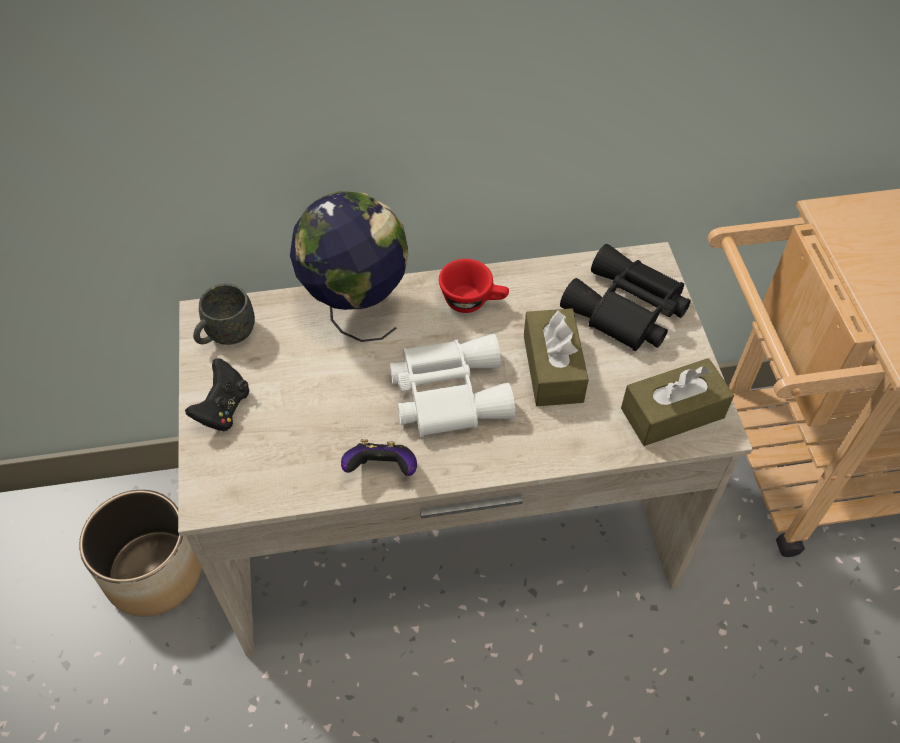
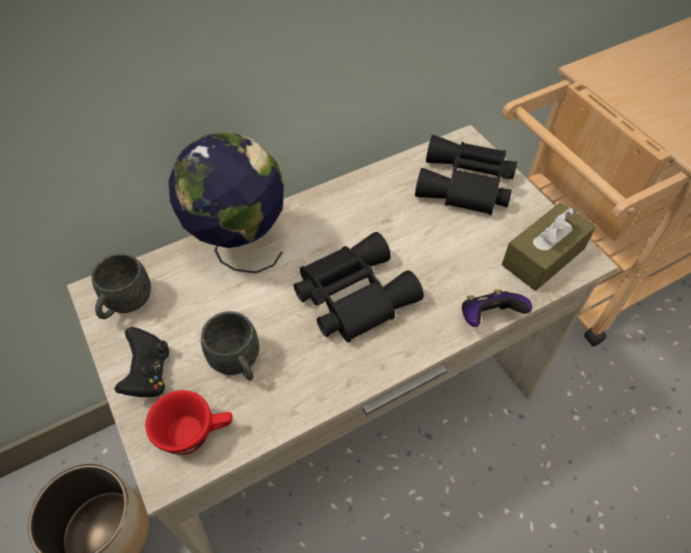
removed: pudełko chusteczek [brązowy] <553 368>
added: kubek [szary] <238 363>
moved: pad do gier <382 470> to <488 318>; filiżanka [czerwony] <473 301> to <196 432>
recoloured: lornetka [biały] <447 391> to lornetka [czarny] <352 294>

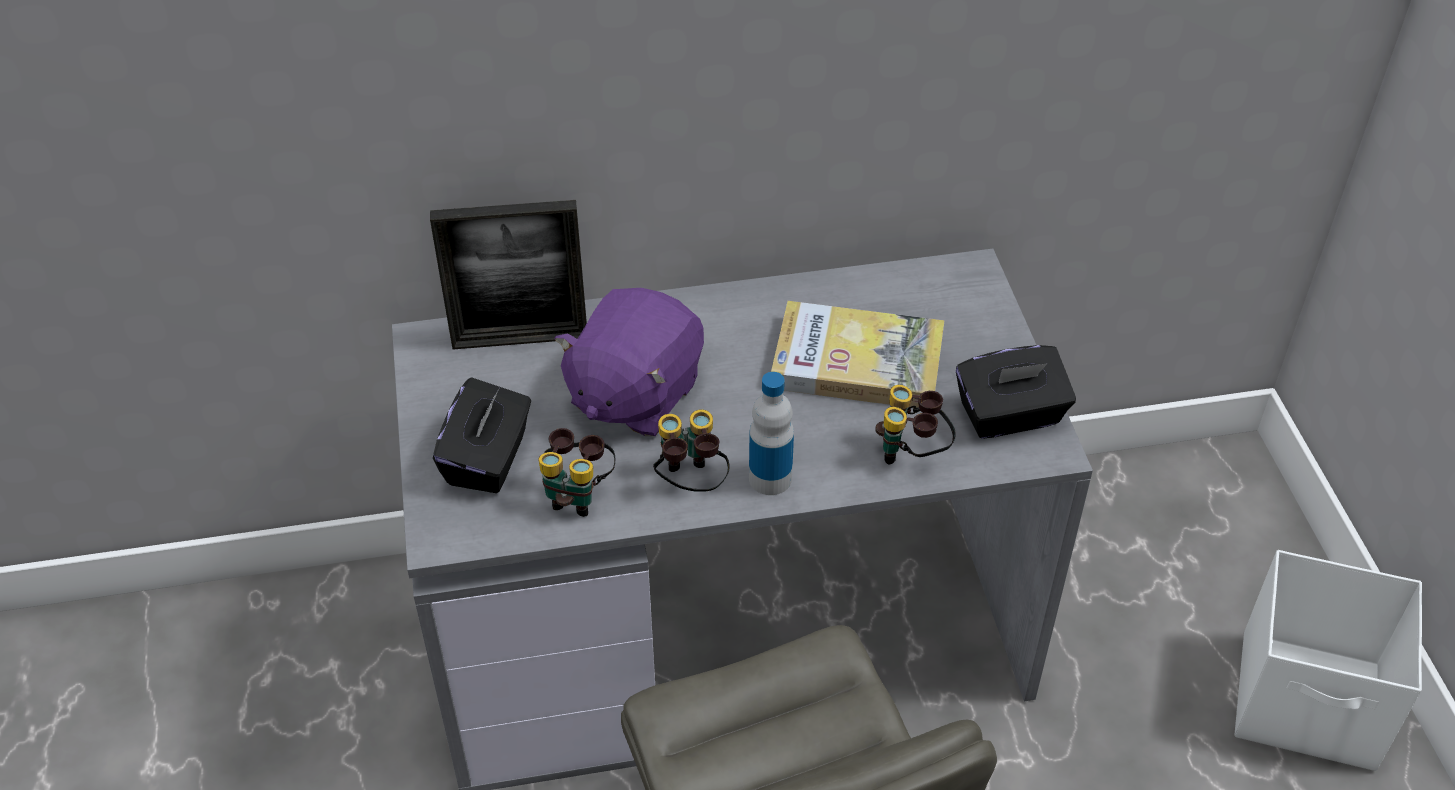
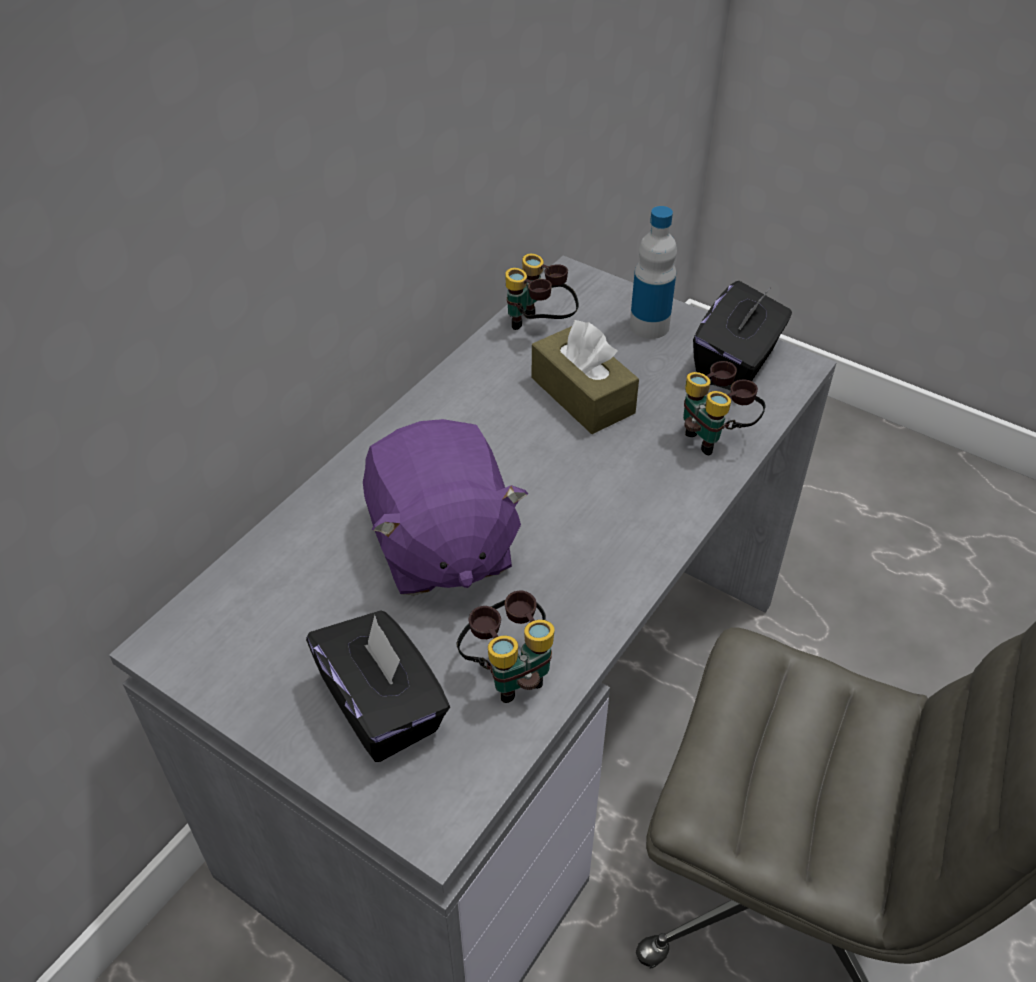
removed: ramka na zdjęcie <520 339>; pojemnik do przechowywania [biały] <1309 703>
moved: lornetka <690 483> to <539 328>; butelka <770 478> to <649 326>
replaced: książka <857 362> to pudełko chusteczek [brązowy] <582 395>

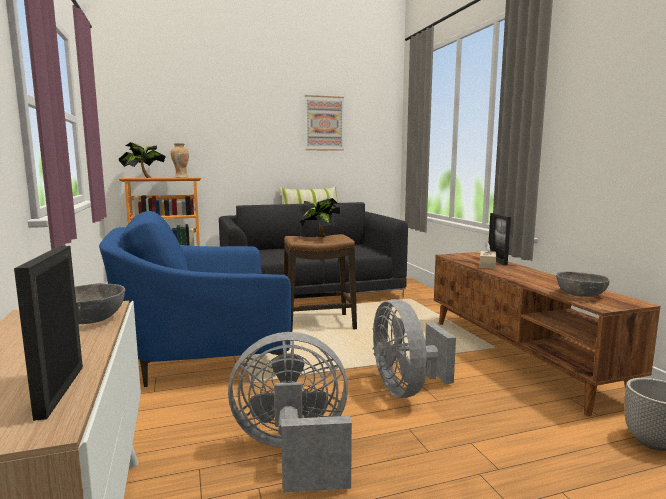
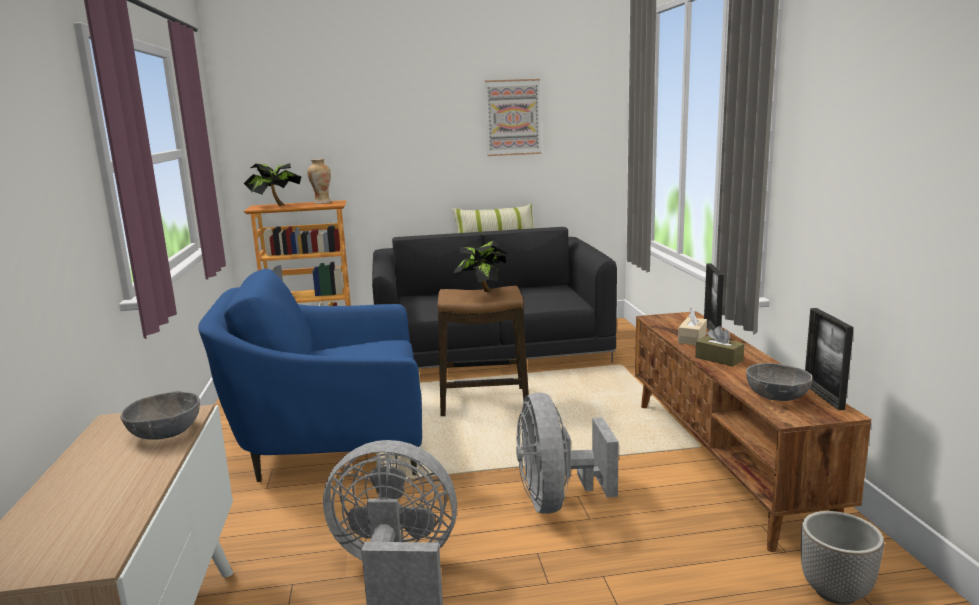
added: pudełko chusteczek [brązowy] <719 359>
moved: ramka na zdjęcie <60 391> to <823 396>

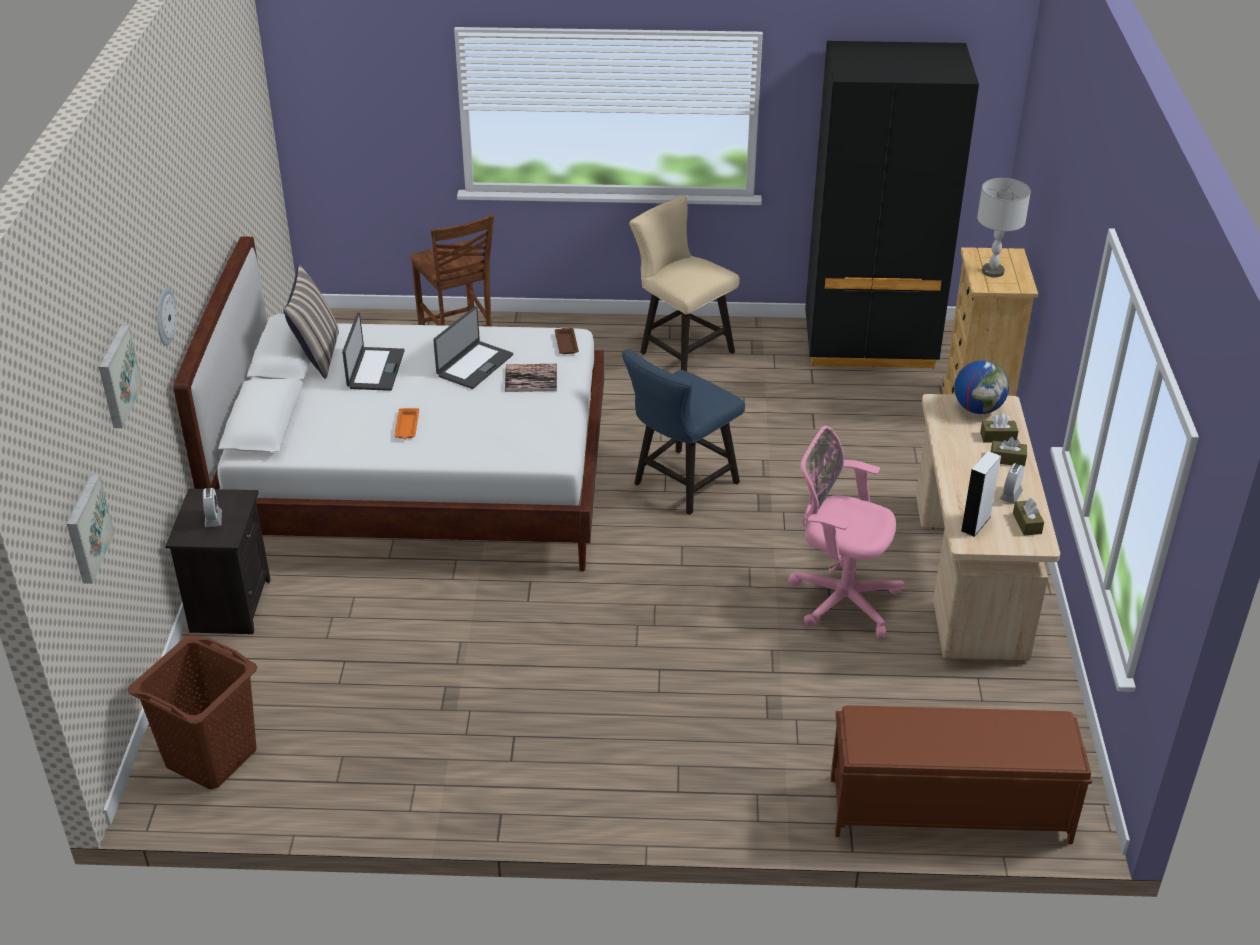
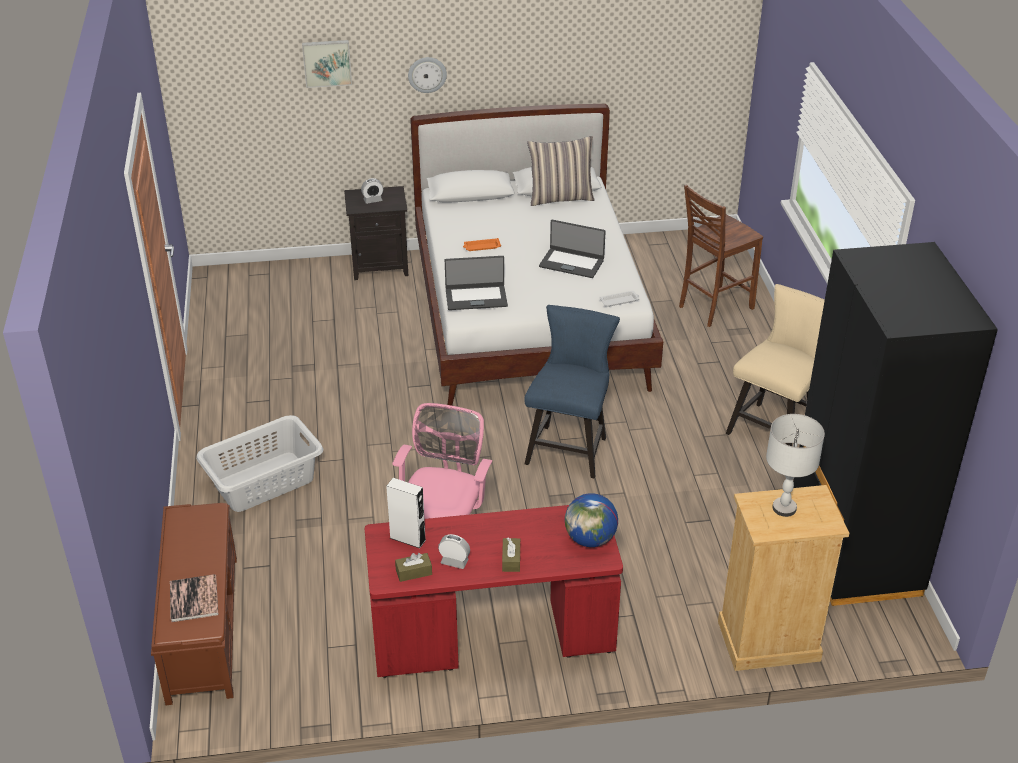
removed: obraz <86 528>; kosz na pranie [brązowy] <210 757>; pudełko chusteczek [brązowy] <998 437>
added: kosz na pranie [szary] <265 482>
moved: laptop <375 369> to <476 297>; książka <531 378> to <194 599>
recoloured: taca [brązowy] <566 343> to taca [biały] <620 301>; biurko [beżowy] <969 575> to biurko [czerwony] <492 638>
turned: krzesło [niebieski] <680 486> = <569 447> 75 degrees clockwise

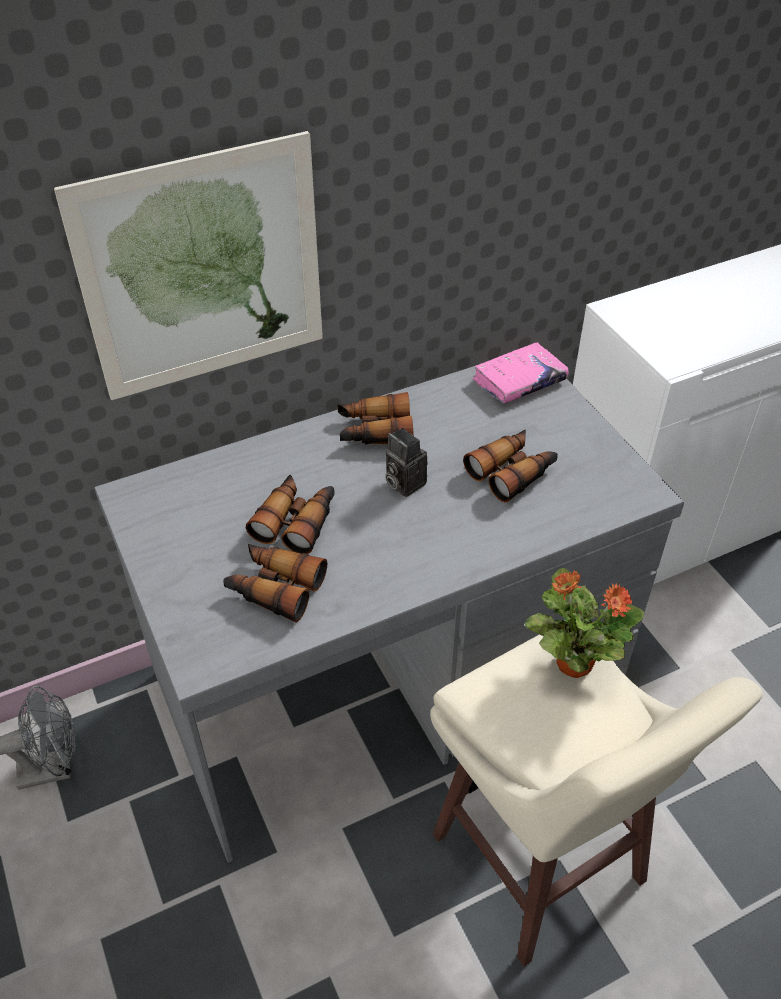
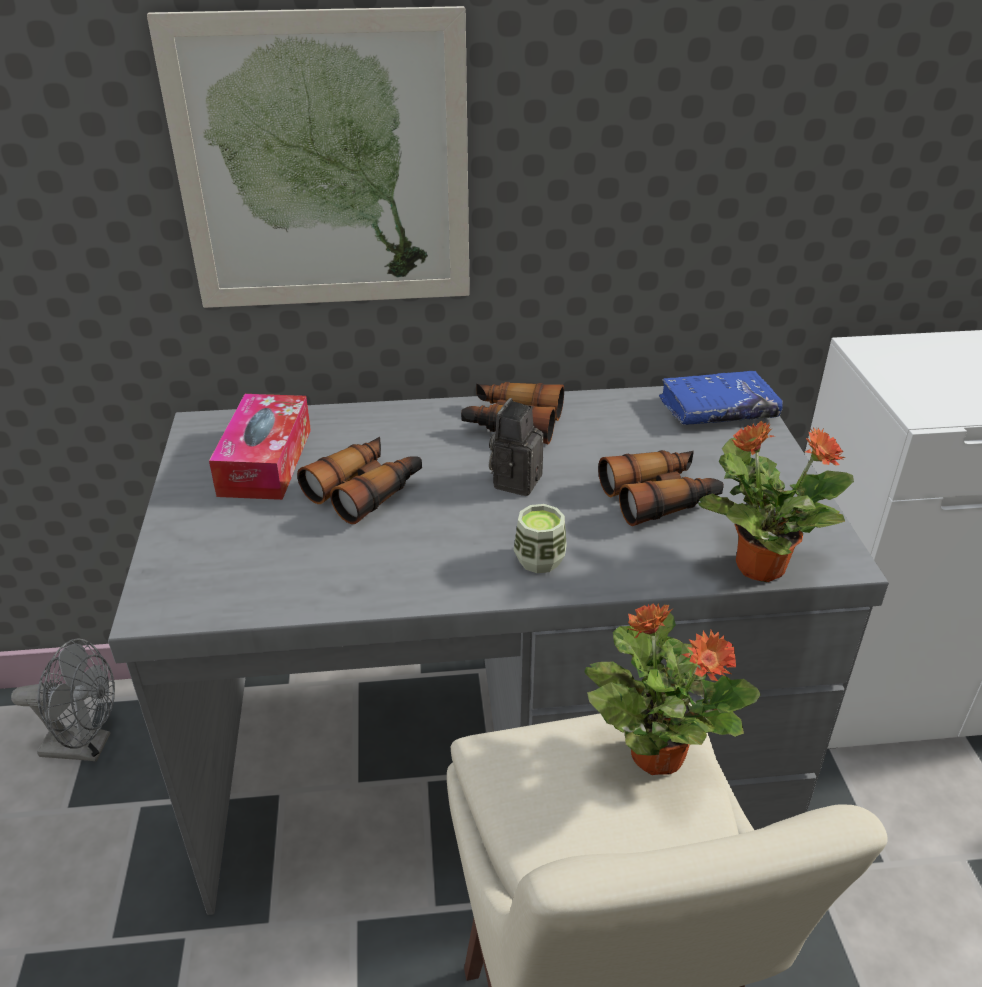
removed: lornetka <274 588>
added: pudełko chusteczek <265 462>; filiżanka <539 560>; roślina doniczkowa <758 566>
recoloured: książka [różowy] <519 381> to książka [niebieski] <717 409>
turned: aparat fotograficzny <403 483> = <515 480> 45 degrees clockwise

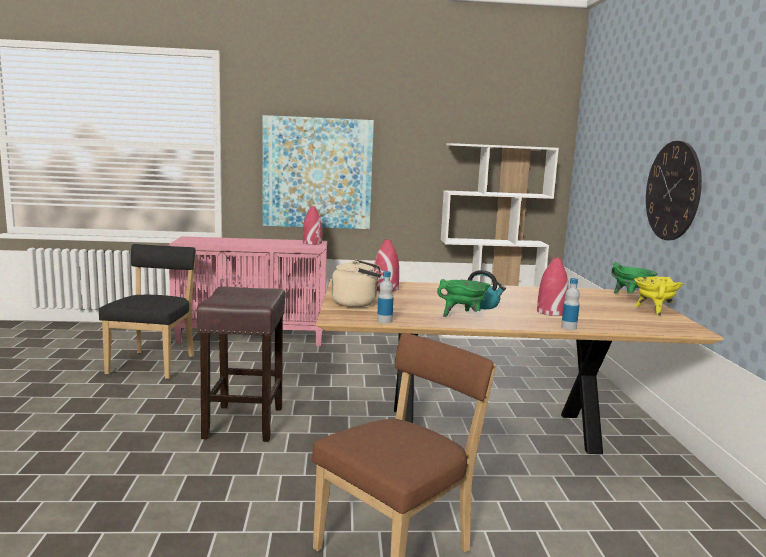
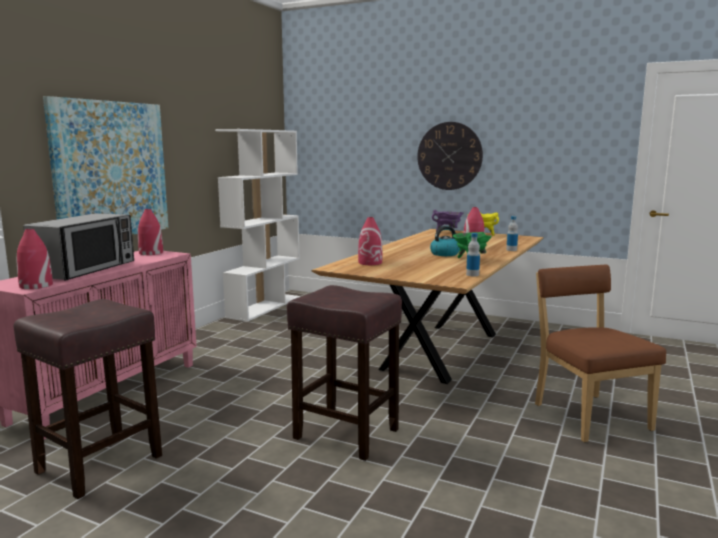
removed: czajnik [beżowy] <357 303>
added: wazon [czerwony] <36 285>; mikrofalówka <86 269>
replaced: krzesło [czarny] <154 364> to stołek [brązowy] <101 463>
recoloured: garnek [zielony] <630 297> to garnek [fioletowy] <448 232>

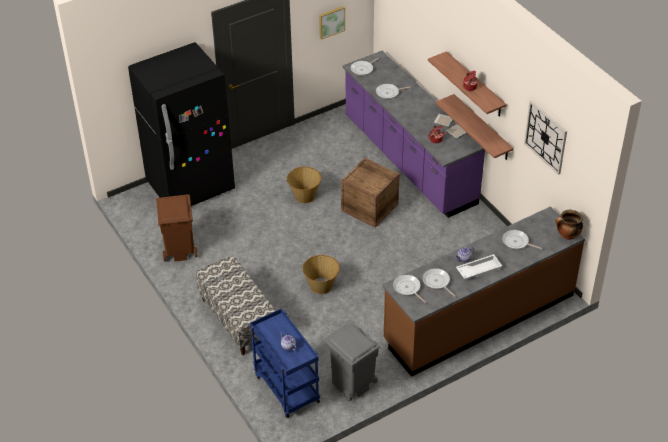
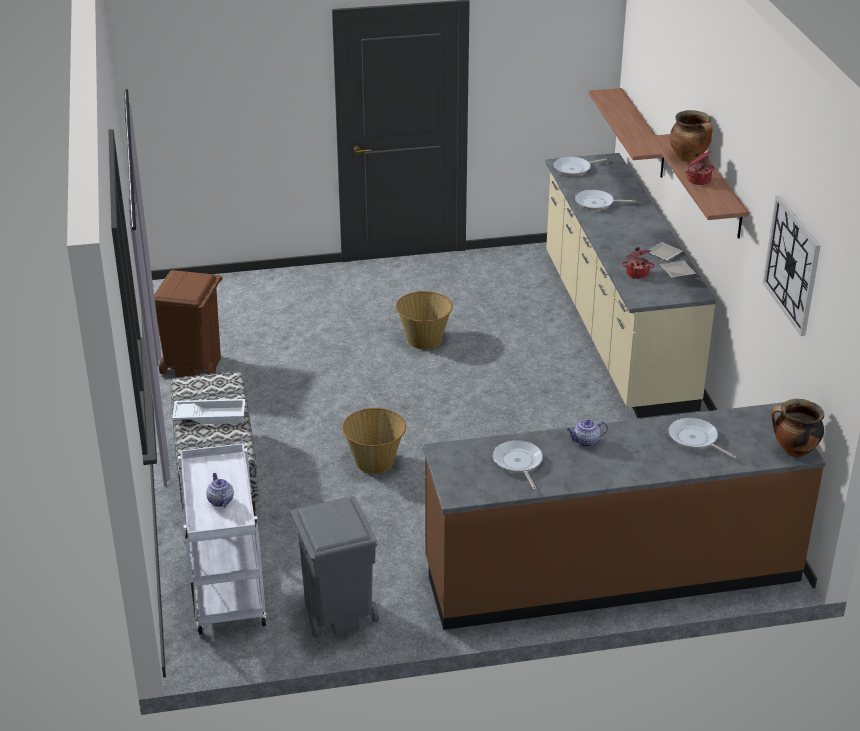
removed: lodówka [czarny] <191 187>; obraz <331 22>; skrzynka <369 207>; patelnia <407 288>
added: garnek <689 158>
moved: półka <482 128> to <643 133>; taca [biały] <478 269> to <210 415>
recoloured: wózek [niebieski] <285 388> to wózek [biały] <225 590>; zabudowa kuchenna [fioletowy] <408 161> to zabudowa kuchenna [beżowy] <615 330>

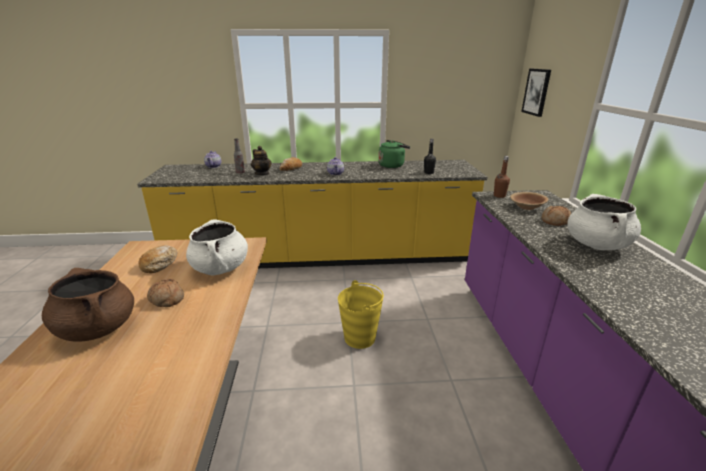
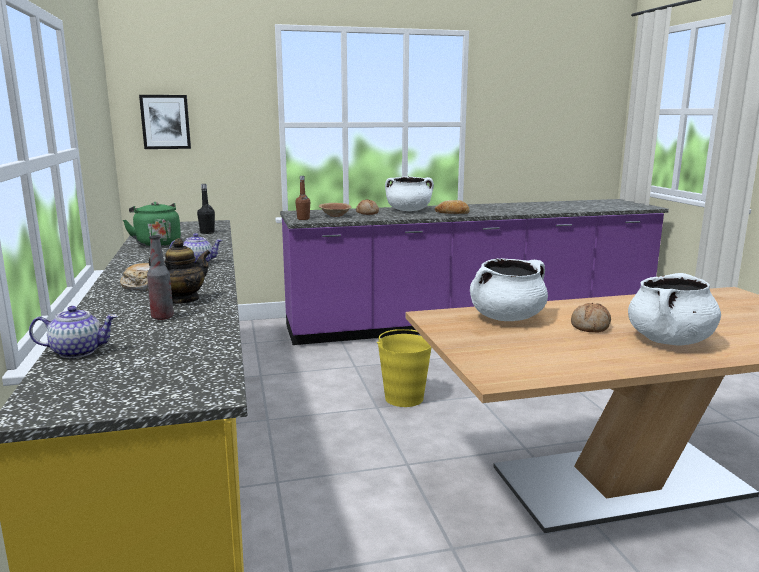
moved: chleb <160 264> to <452 213>
recoloured: garnek [brązowy] <97 328> to garnek [biały] <669 341>

